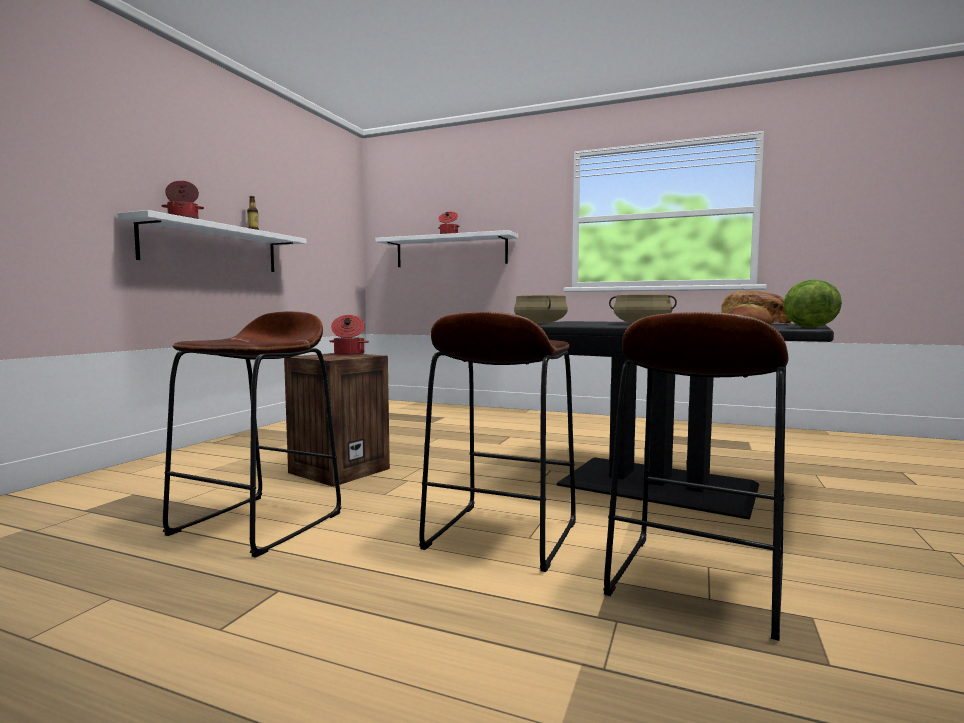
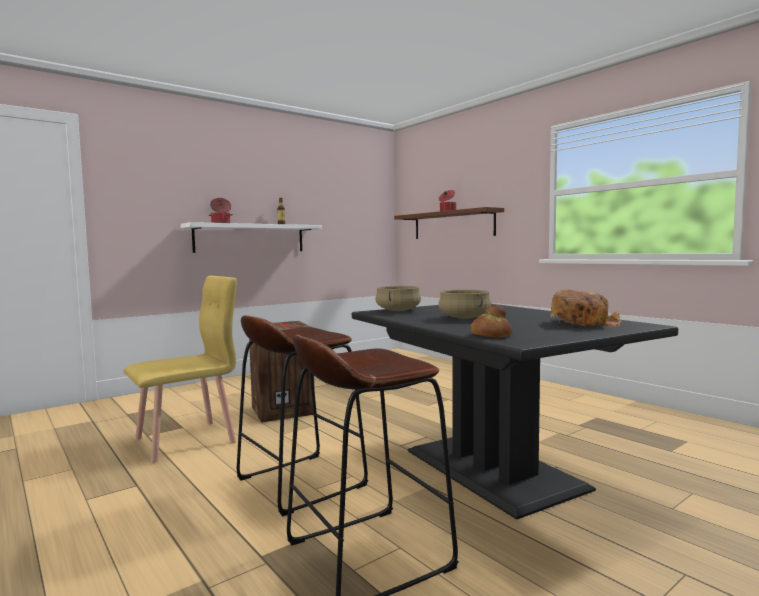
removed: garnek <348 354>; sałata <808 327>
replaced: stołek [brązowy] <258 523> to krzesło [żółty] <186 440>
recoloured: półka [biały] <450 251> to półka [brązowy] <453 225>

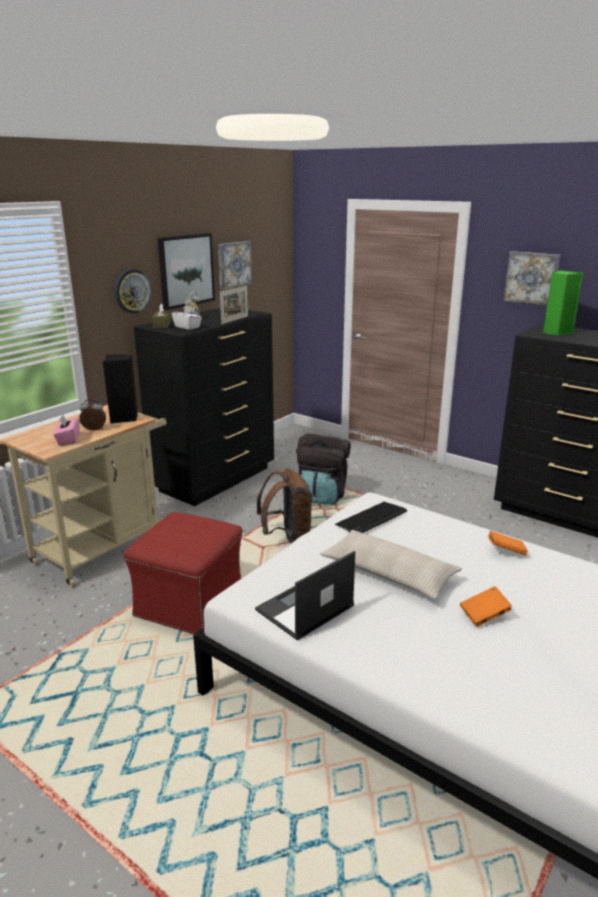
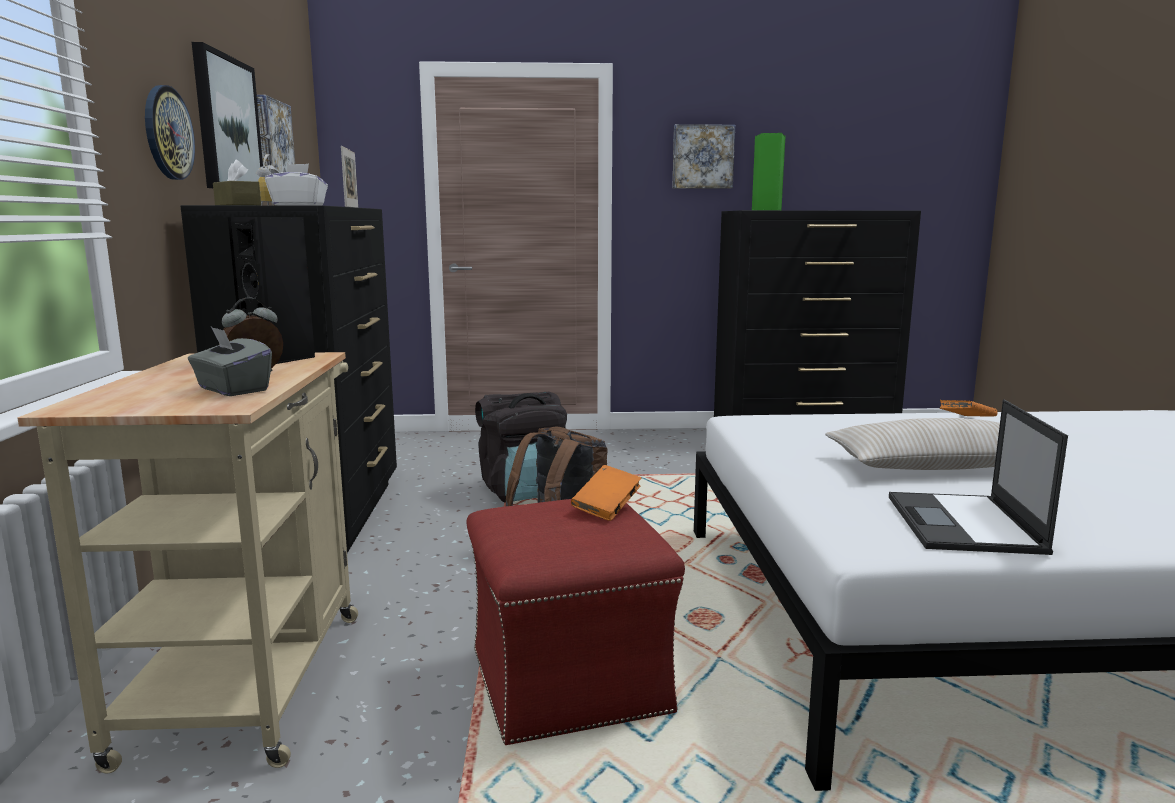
removed: klawiatura <371 519>
moved: książka [pomarańczowy] <484 615> to <606 508>
recoloured: pudełko chusteczek [różowy] <68 440> to pudełko chusteczek [szary] <232 390>

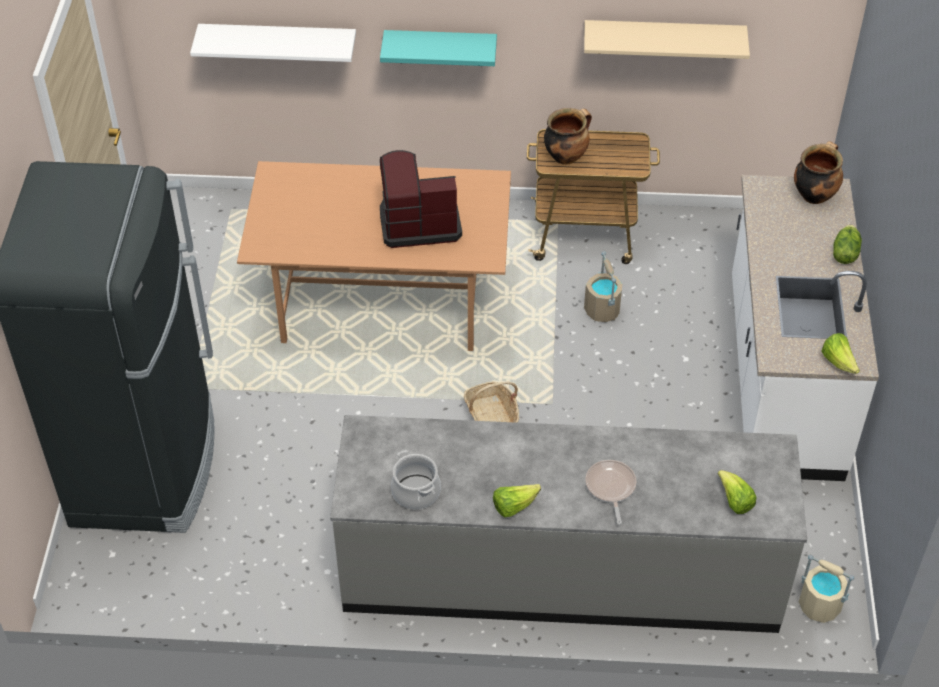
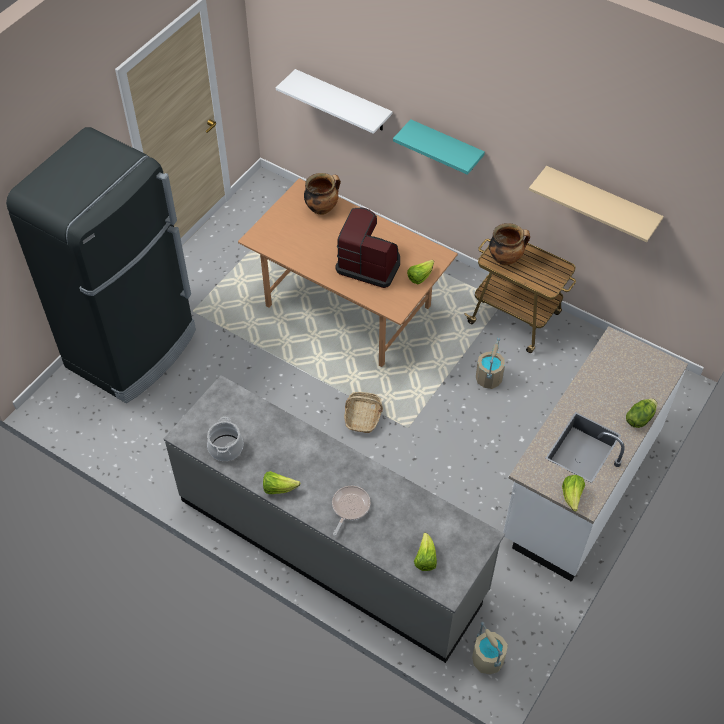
added: sałata <420 277>
moved: garnek <814 195> to <322 208>

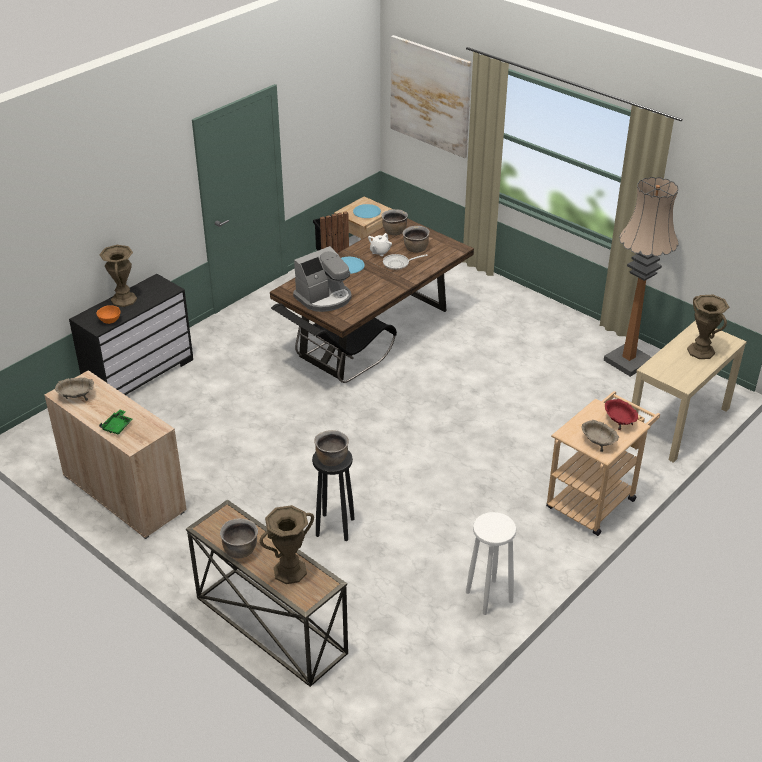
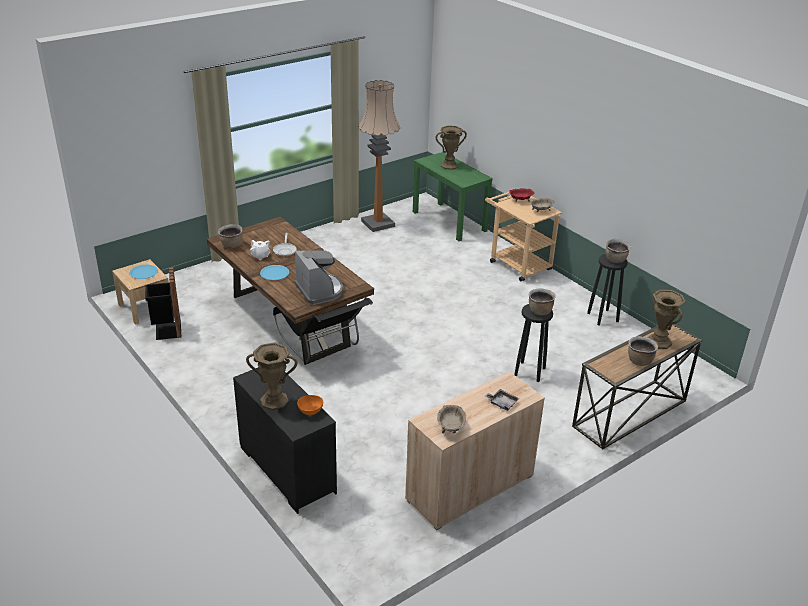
removed: obraz <430 96>
moved: garnek [brązowy] <415 249> to <615 260>
recoloured: taca [zielony] <117 426> to taca [szary] <502 403>; stołek [biały] <488 597> to stołek [czarny] <603 317>; stolik konsolowy [beżowy] <678 423> to stolik konsolowy [zielony] <449 221>

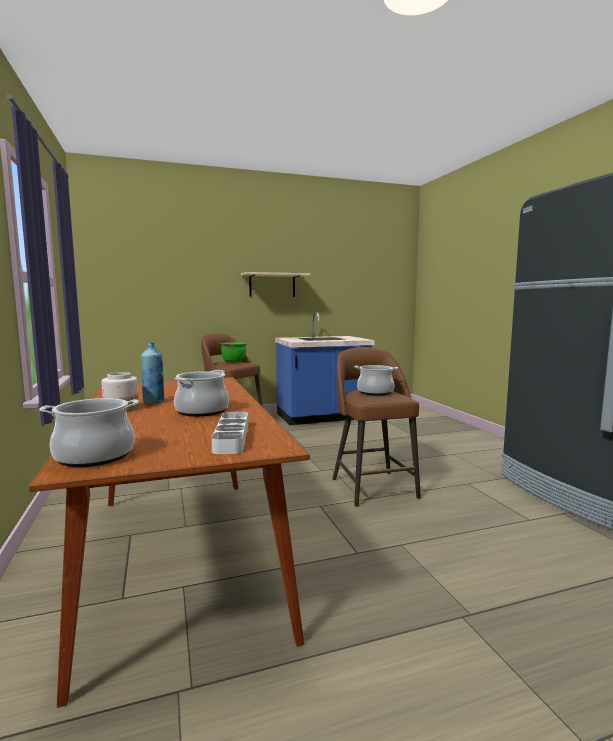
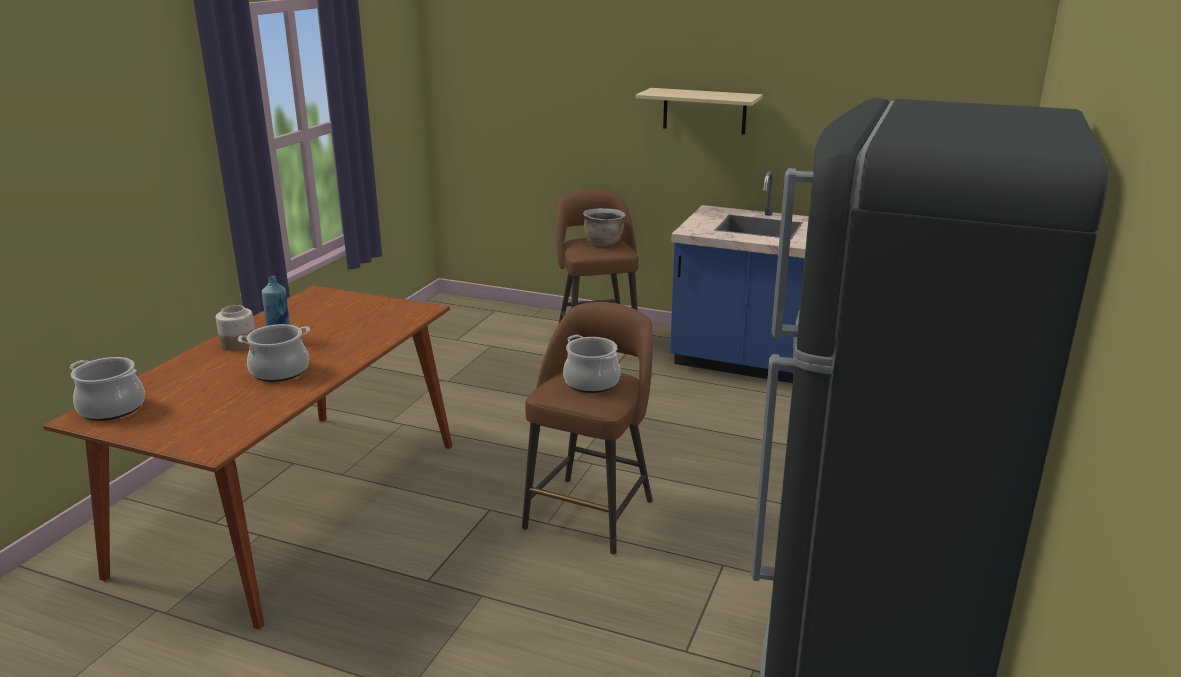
removed: taca [szary] <231 437>
recoloured: garnek [zielony] <233 362> to garnek [brązowy] <603 243>

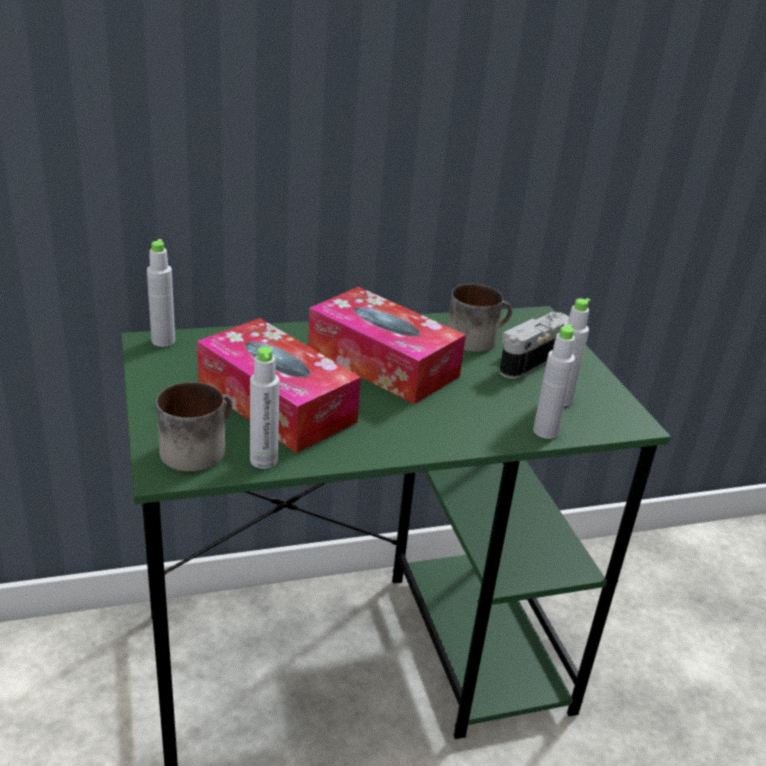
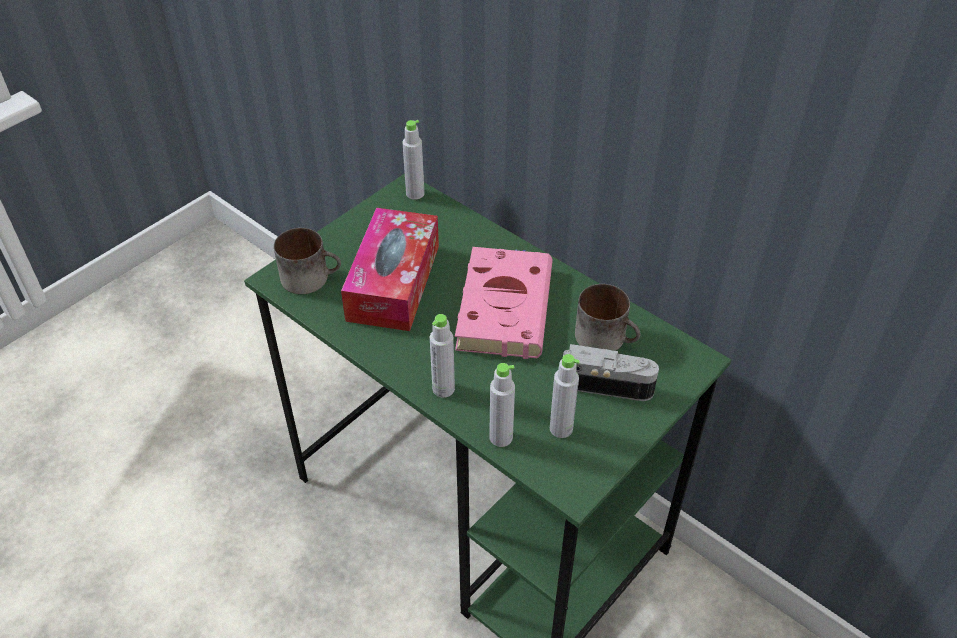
moved: butelka [szary] <264 460> to <443 389>
replaced: pudełko chusteczek <382 363> to książka [różowy] <504 305>

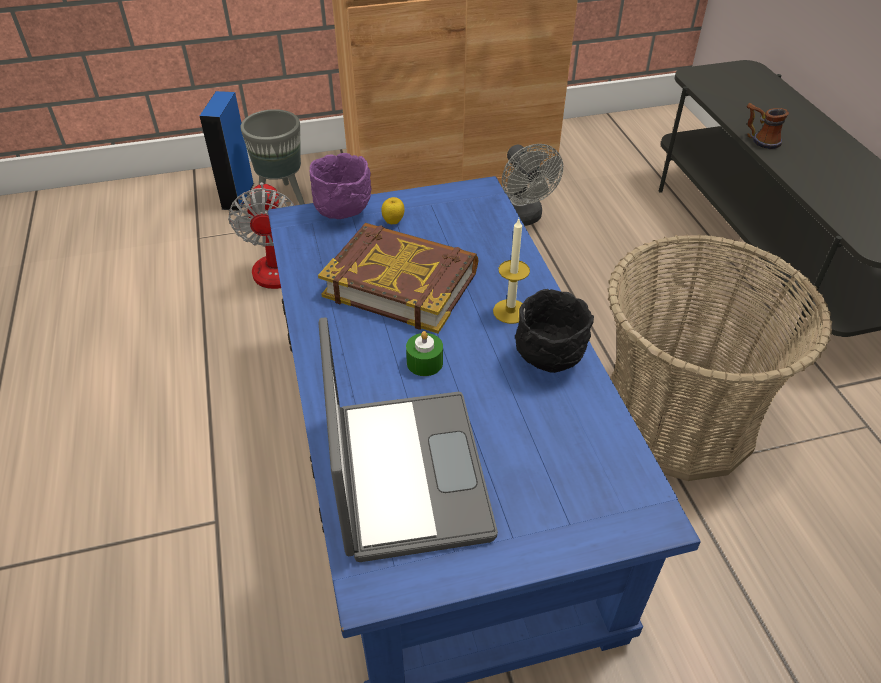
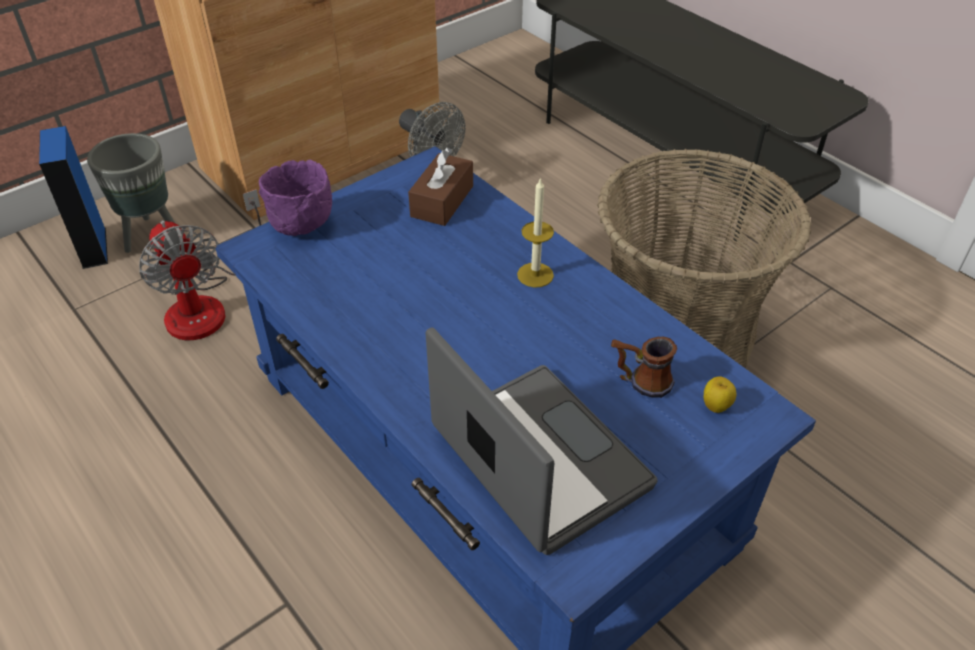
removed: książka <401 283>; świeca [zielony] <424 362>; miska [czarny] <547 360>
added: pudełko chusteczek [brązowy] <442 201>
moved: jabłko <393 222> to <716 407>; kubek <759 140> to <639 381>

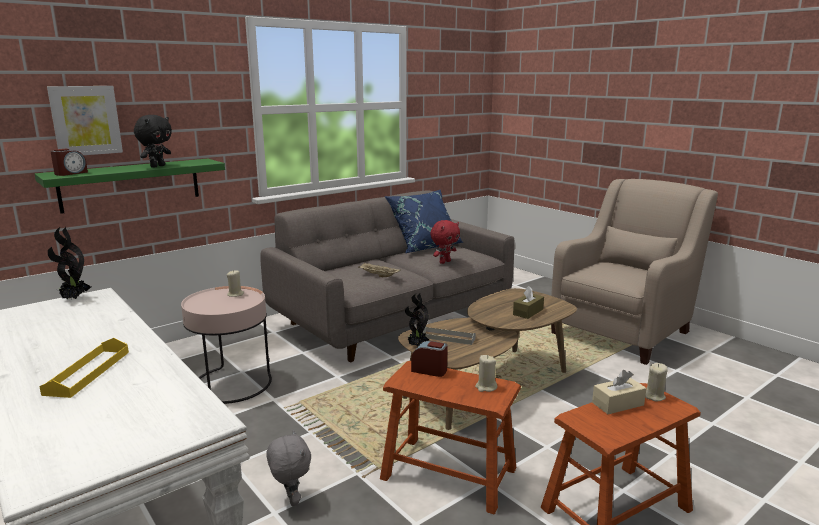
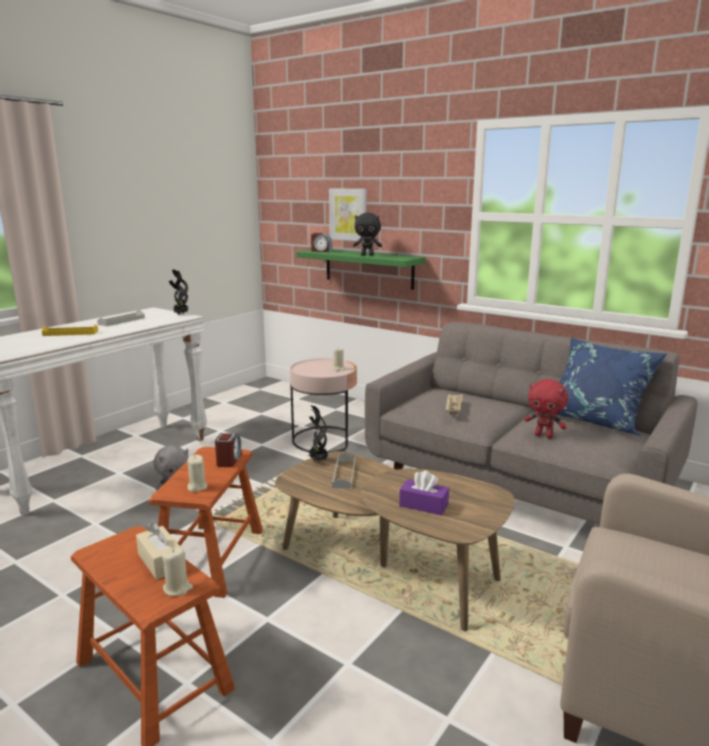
added: taca [szary] <121 321>
recoloured: pudełko chusteczek [brązowy] <528 312> to pudełko chusteczek [fioletowy] <423 505>

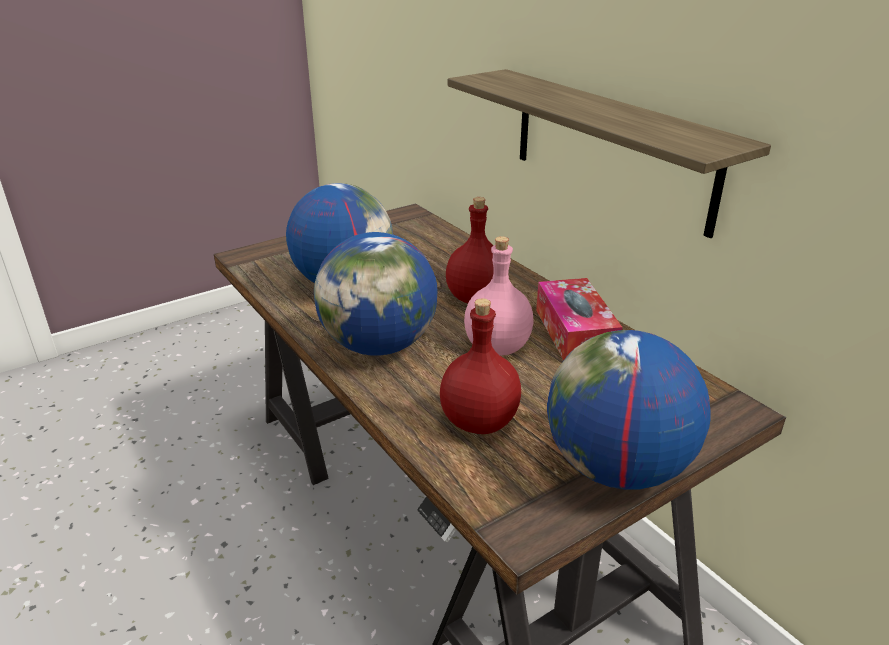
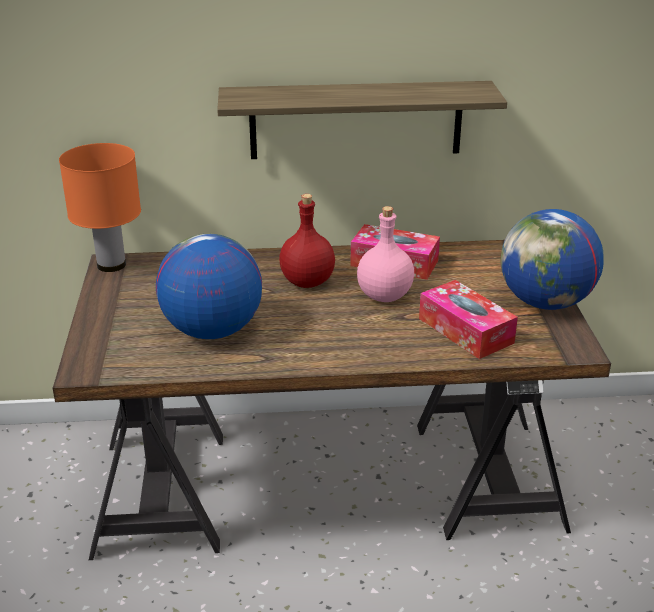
removed: globus <379 345>
added: lampa stołowa [pomarańczowy] <111 264>
replaced: butelka [czerwony] <478 421> to pudełko chusteczek <465 331>

